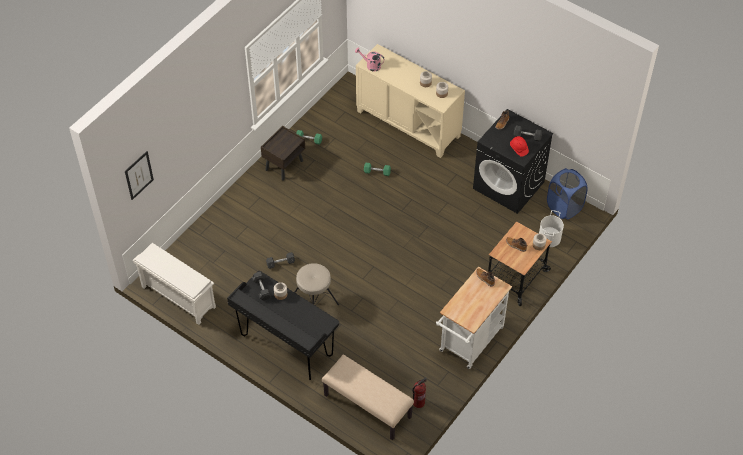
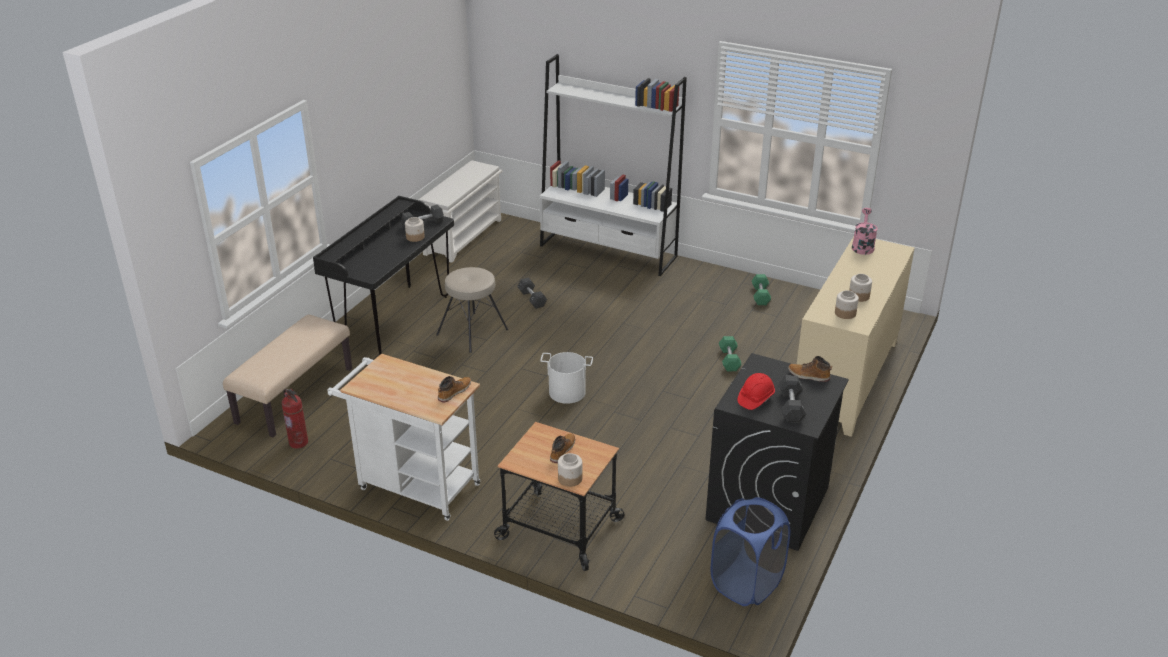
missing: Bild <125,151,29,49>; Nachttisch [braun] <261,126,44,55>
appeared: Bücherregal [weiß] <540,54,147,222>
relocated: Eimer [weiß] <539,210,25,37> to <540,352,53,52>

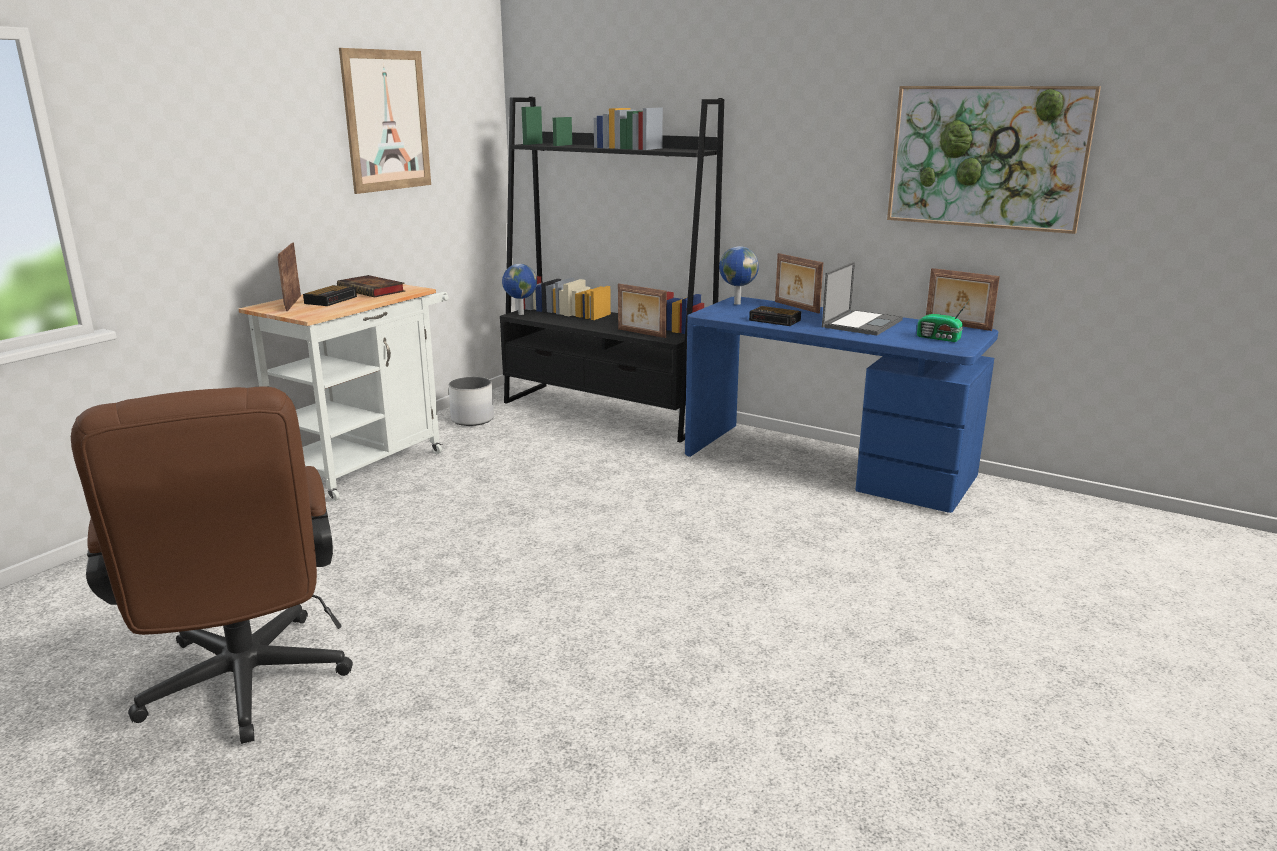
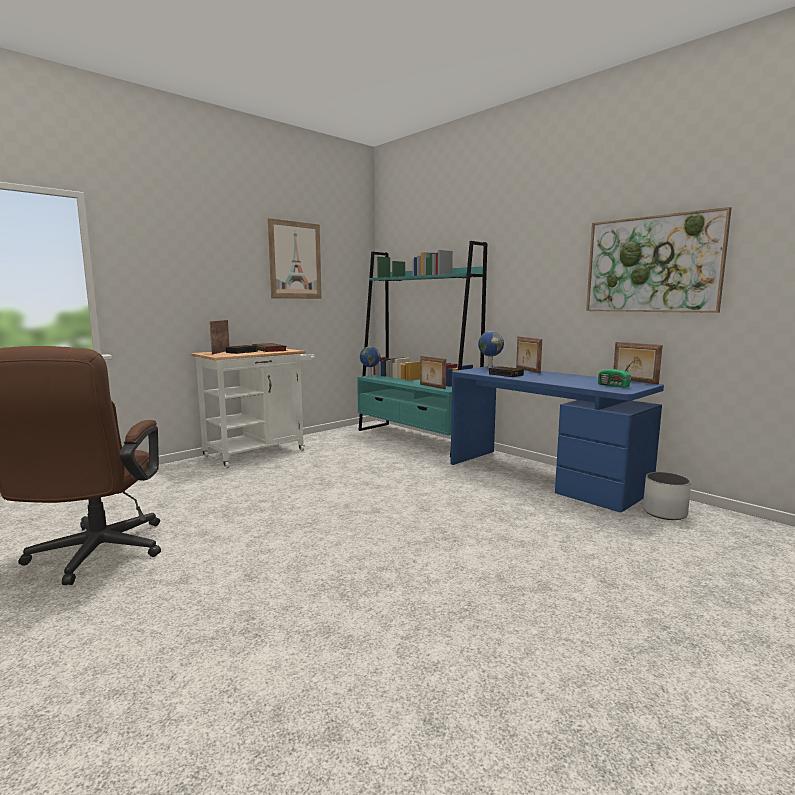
missing: Laptop <822,262,81,74>
relocated: Pflanzkübel [weiß] <449,377,45,49> to <643,472,48,48>
colour: Bücherregal [schwarz] <500,97,224,346> to Bücherregal [türkis] <357,241,130,216>

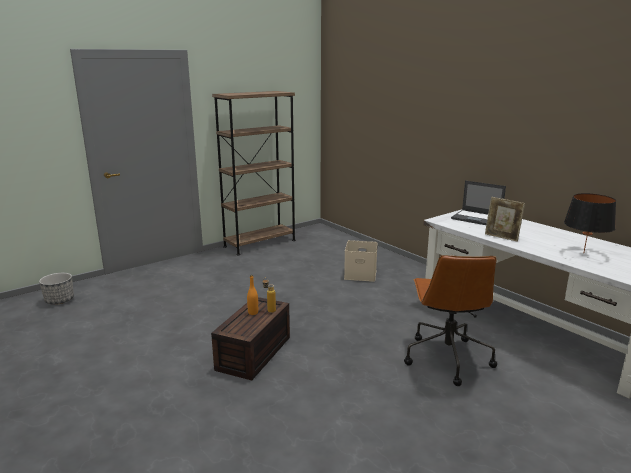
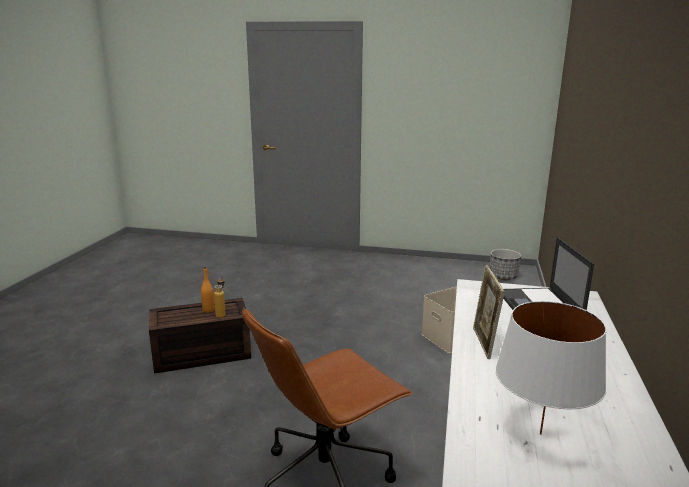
missing: Bücherregal [braun] <212,91,84,165>
relocated: Pflanzkübel <39,273,35,32> to <490,249,31,31>
colour: Tischlampe [schwarz] <564,193,52,61> to Tischlampe [weiß] <495,301,111,134>

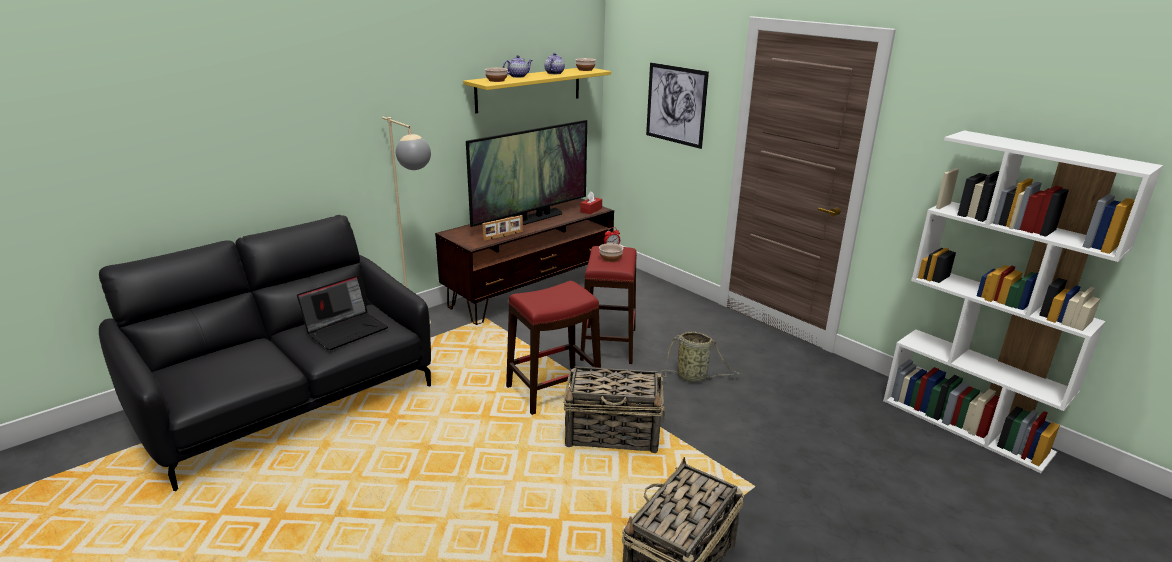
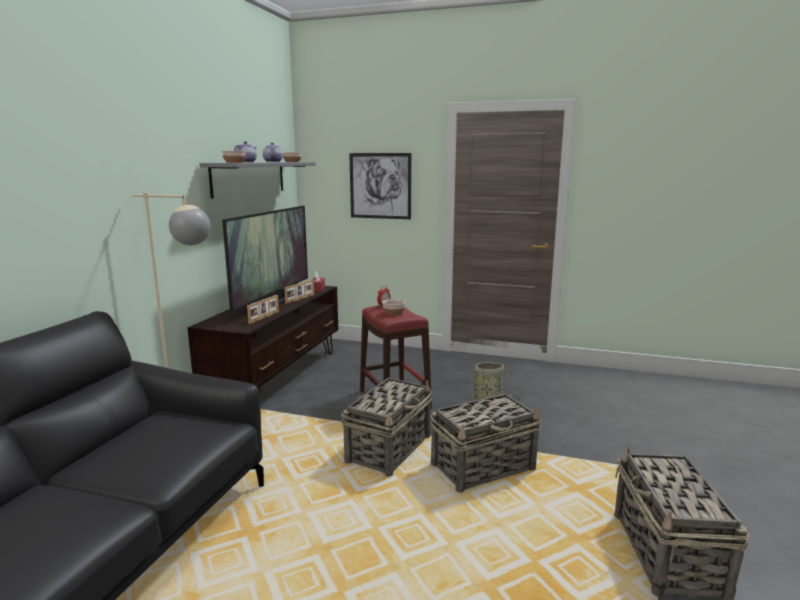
missing: Laptop <297,276,91,74>; Bücherregal [weiß] <883,130,280,343>
appeared: Bilderrahmen <284,280,30,24>
exchanged: Hocker [rot] <506,281,95,134> to Korb <341,378,91,99>
colour: Wandregal [gelb] <463,68,148,45> to Wandregal [grau] <199,162,117,37>

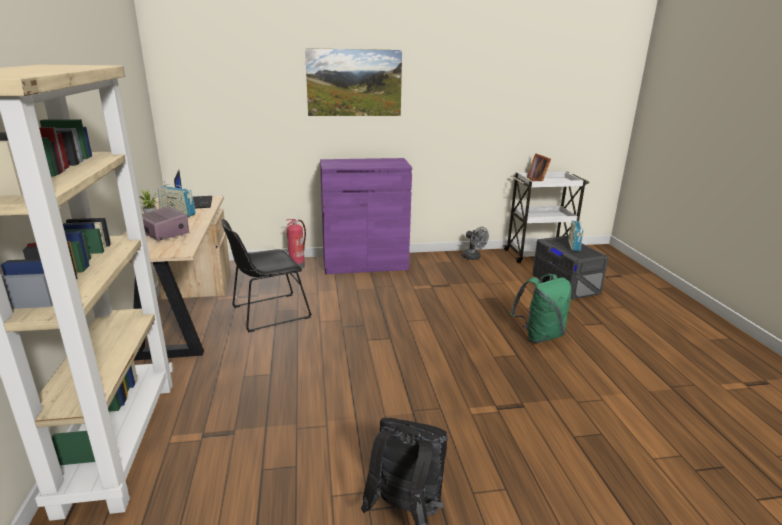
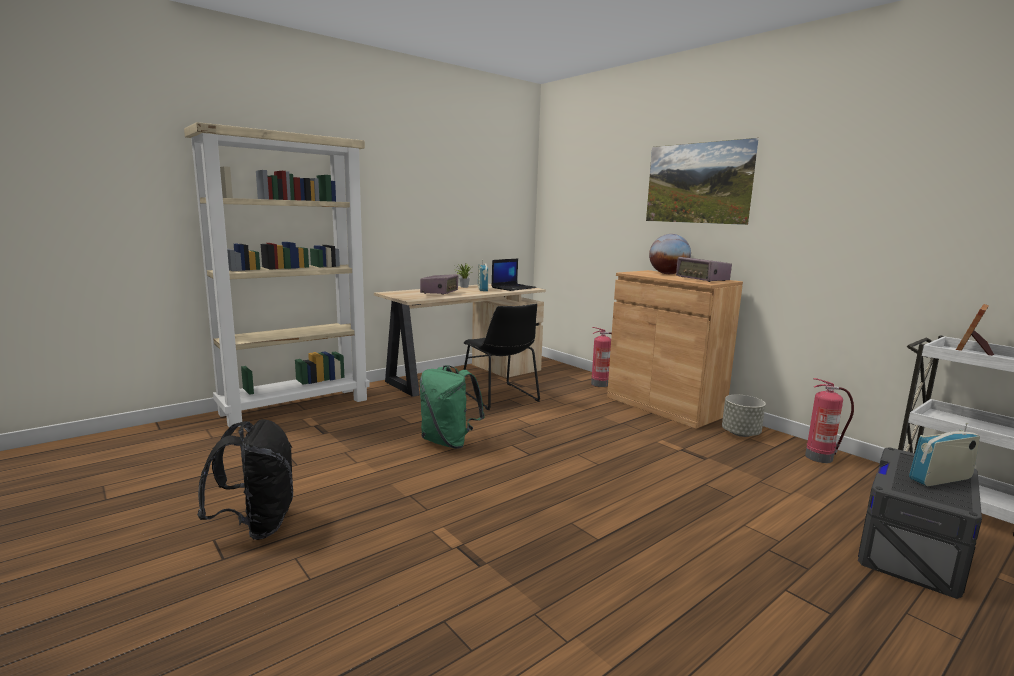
appeared: Globus <649,234,42,40>; Radio <676,257,56,25>; Pflanzkübel [grau] <722,395,44,42>
relocated: Rucksack [grün] <511,273,61,70> to <420,365,65,83>
exchanged: Ventilator [grau] <462,227,27,33> to Feuerlöscher <805,378,49,85>
colour: Schrank [lila] <320,158,92,116> to Schrank [braun] <607,270,136,159>
spun: Stuhl [schwarz] <222,219,89,114> = <463,303,77,107> 150 degrees counterclockwise

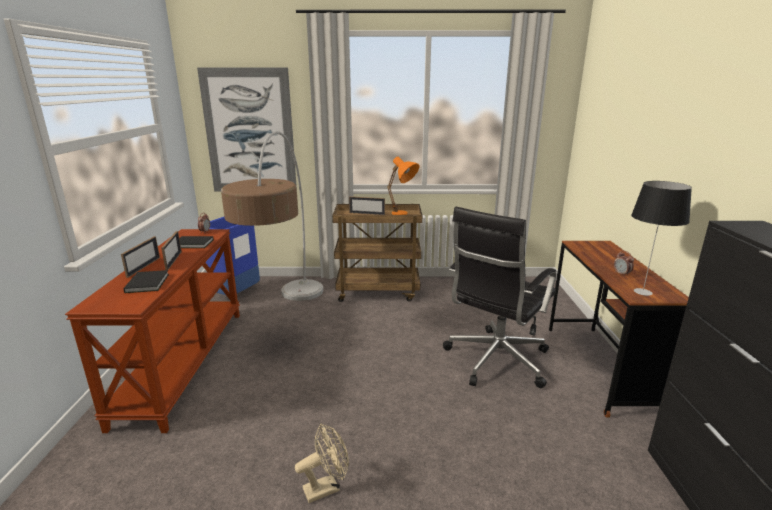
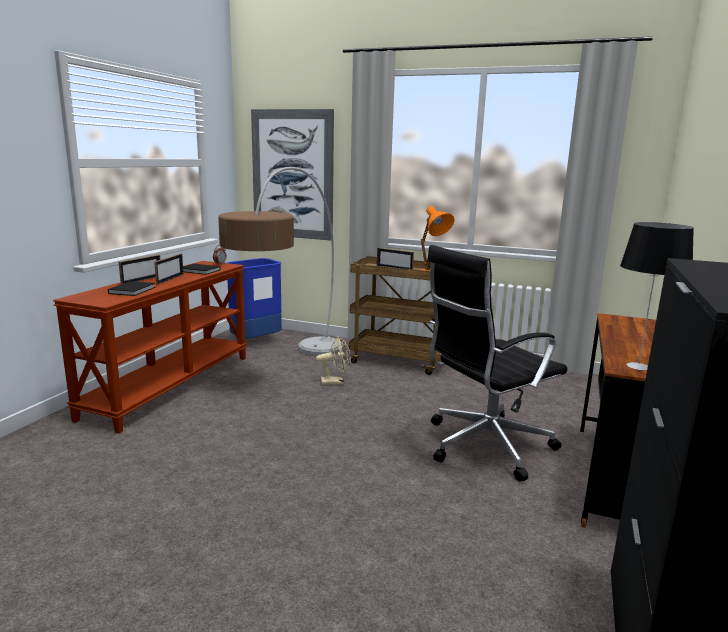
missing: Wecker <614,251,20,26>
relocated: Ventilator [beige] <295,424,54,79> to <316,336,35,49>

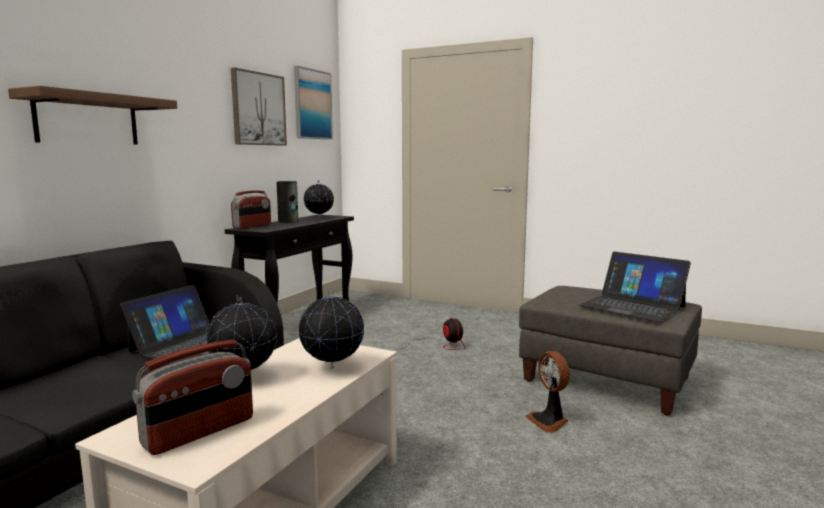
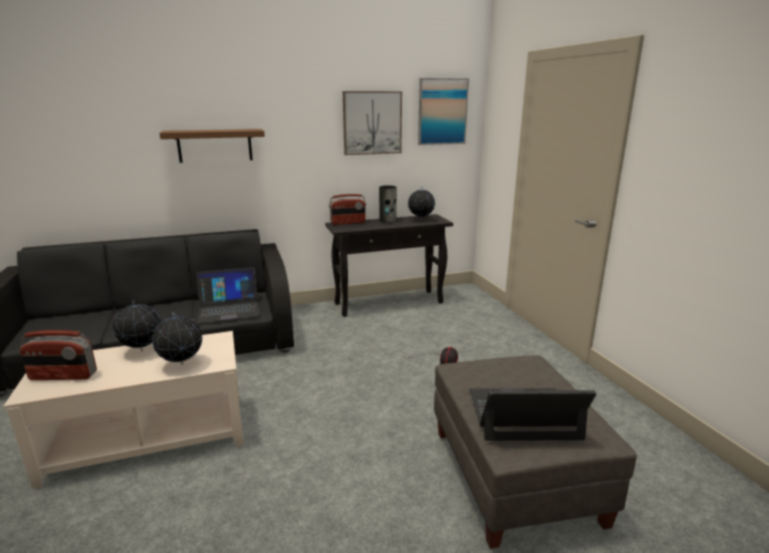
missing: Ventilator <525,351,45,82>
spun: Laptop <579,252,112,70> = <469,388,127,53> 90 degrees clockwise

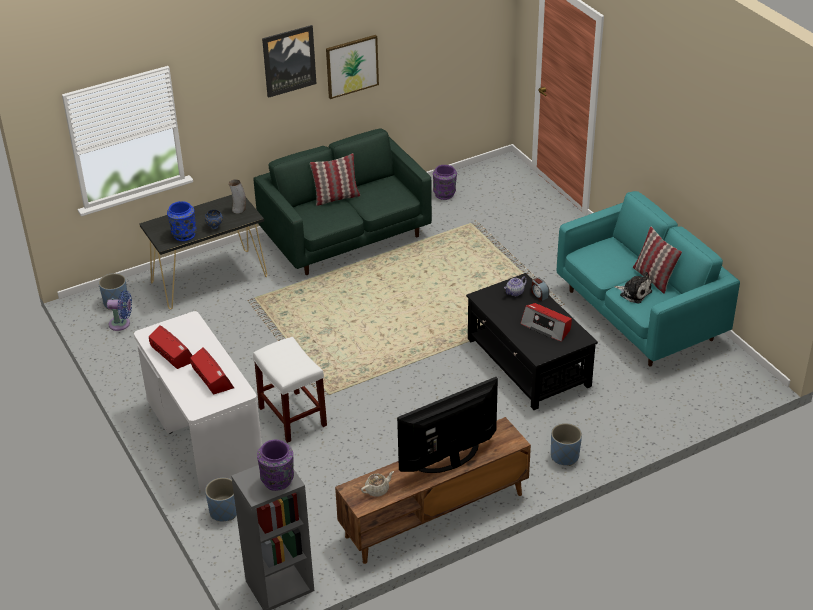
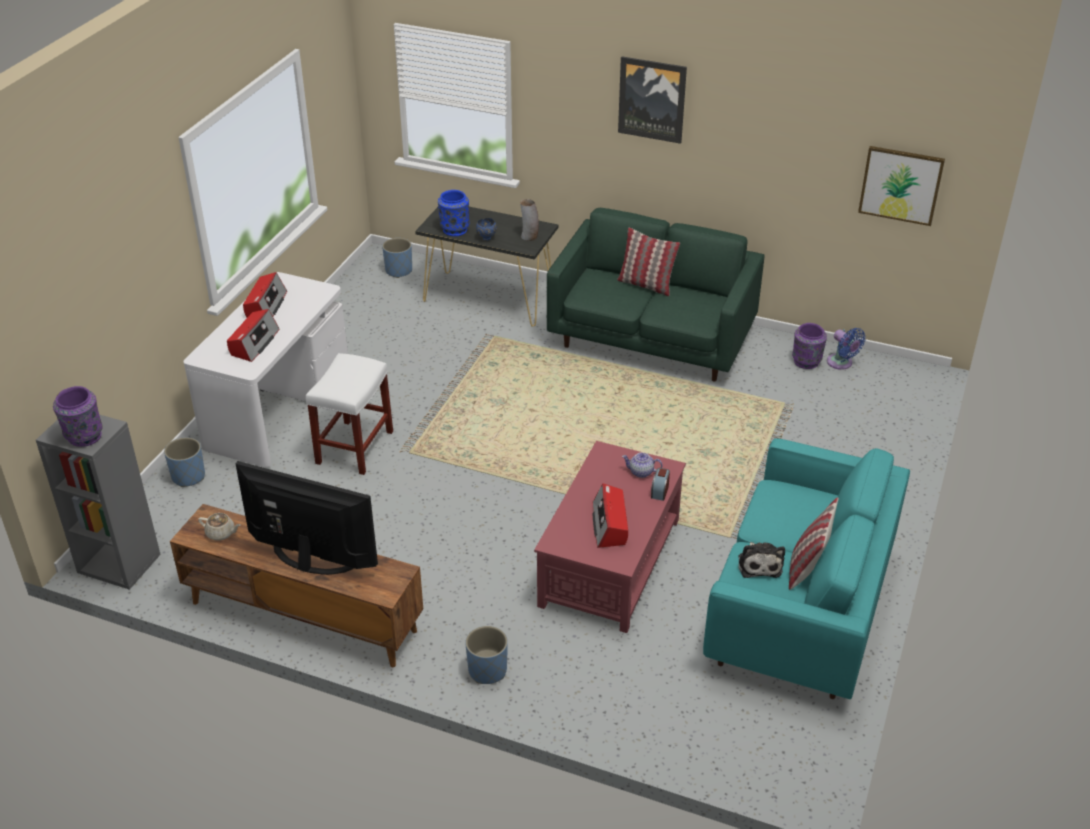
relocated: Ventilator [blau] <107,290,25,41> to <827,328,39,42>; Bild <326,35,53,64> to <858,146,87,80>
colour: Couchtisch [schwarz] <466,273,132,137> to Couchtisch [rot] <534,441,152,192>

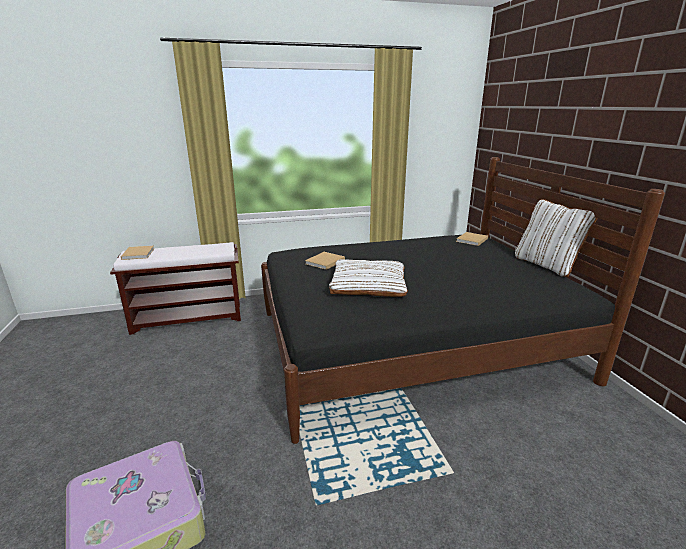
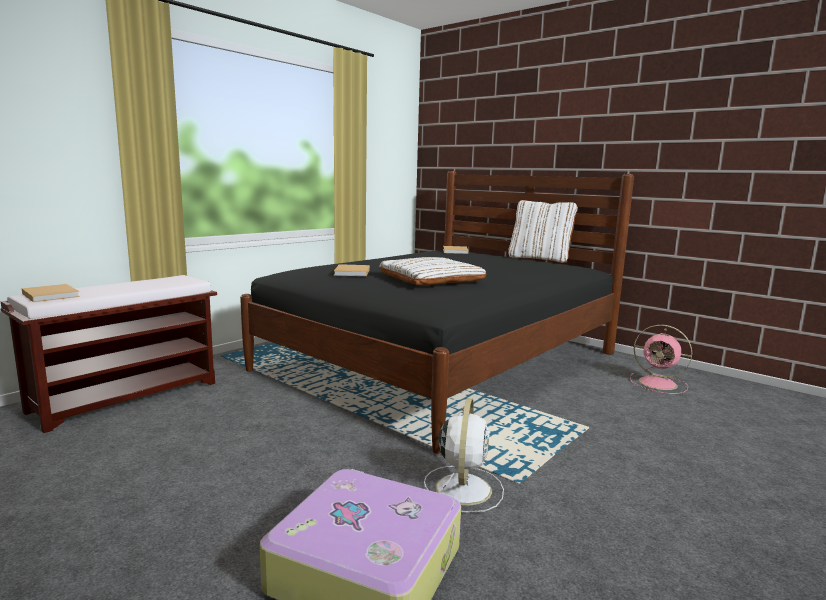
appeared: Ventilator [weiß] <424,398,80,115>; Ventilator [rosa] <630,325,62,69>

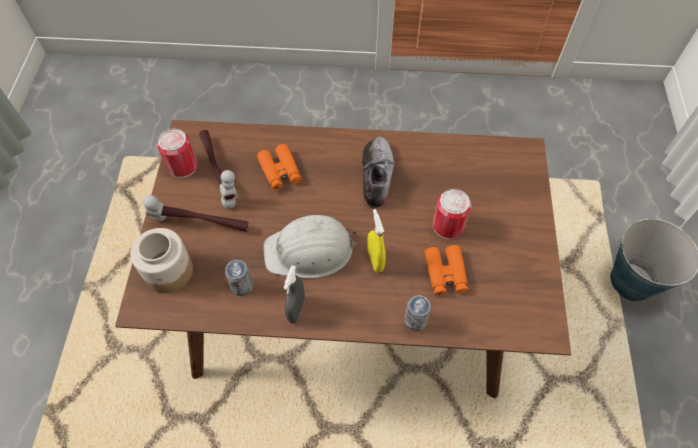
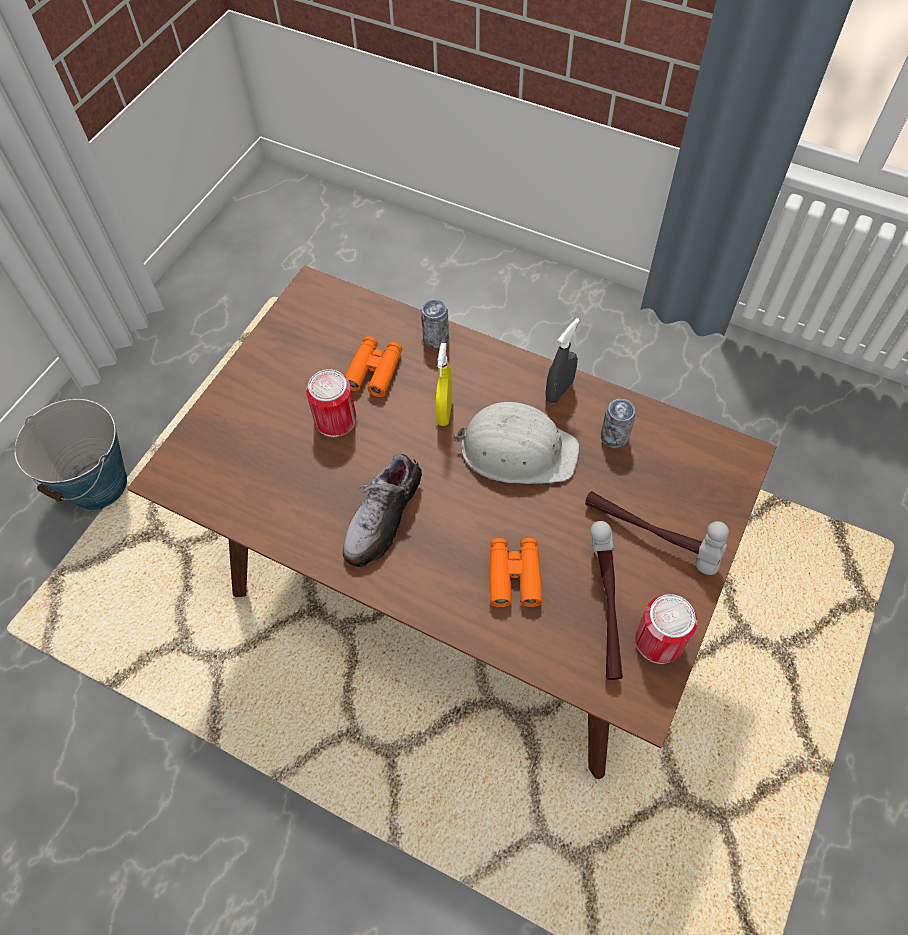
missing: Vorratsglas <130,228,63,65>

